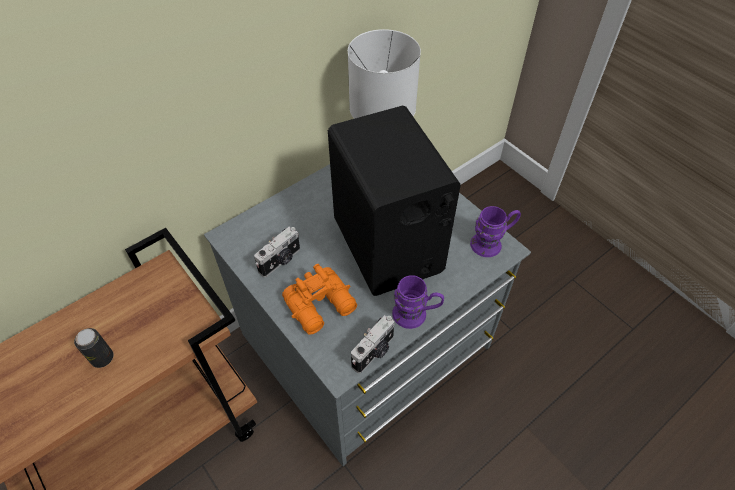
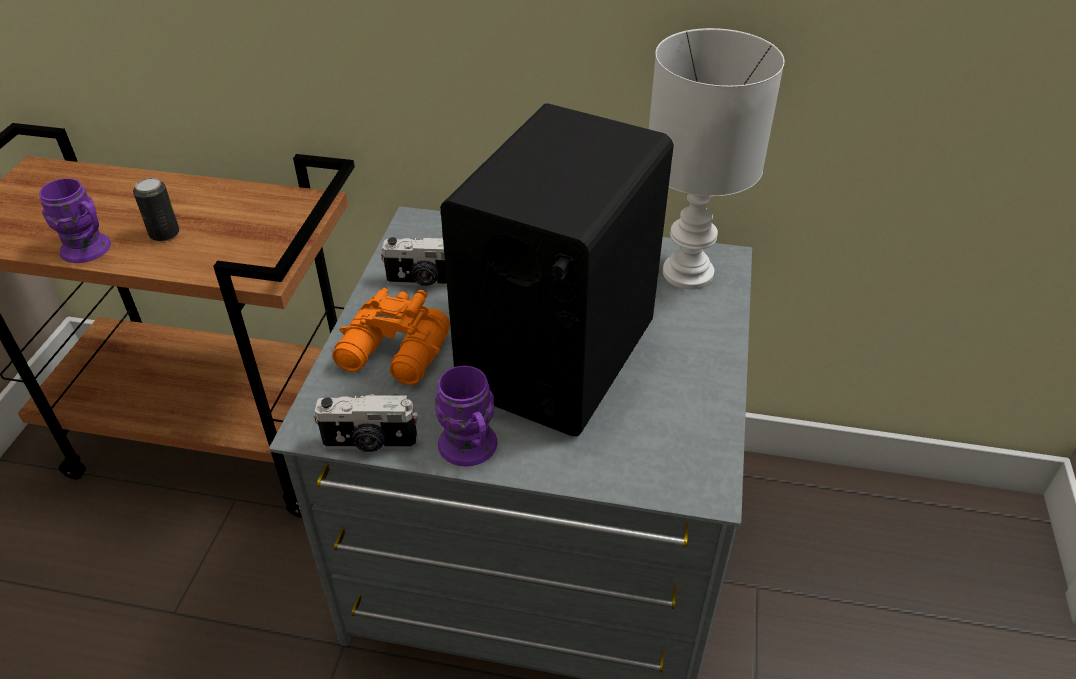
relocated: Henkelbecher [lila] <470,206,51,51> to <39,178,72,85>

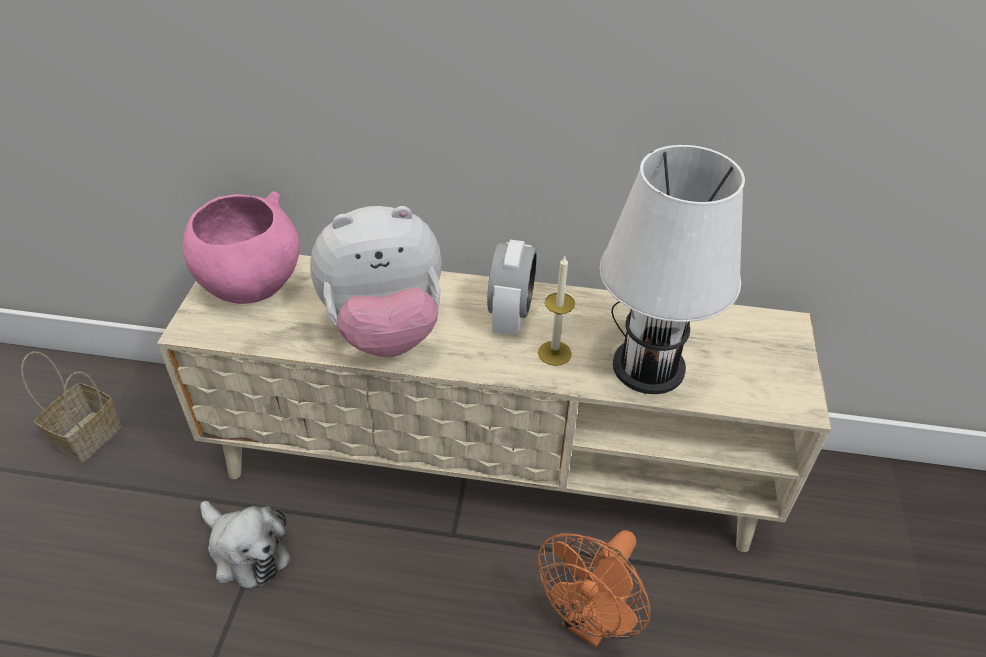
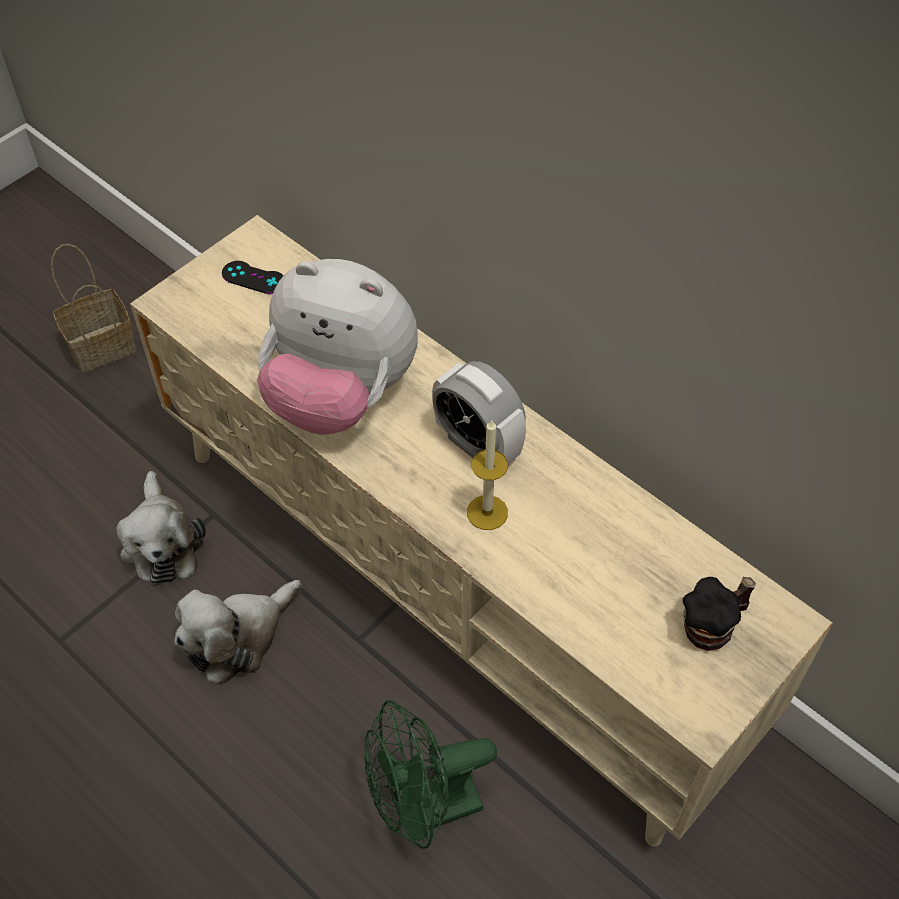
missing: Tischlampe [weiß] <599,145,146,249>
appeared: Plüschtier <174,580,128,105>; Henkelbecher <683,577,73,74>
exchanged: Schüssel [rosa] <183,192,116,112> to Gamepad [schwarz] <222,261,62,33>
colour: Ventilator [orange] <537,530,113,118> to Ventilator [grün] <364,701,133,148>
spun: Wecker <487,240,50,96> = <432,361,94,103> 90 degrees clockwise

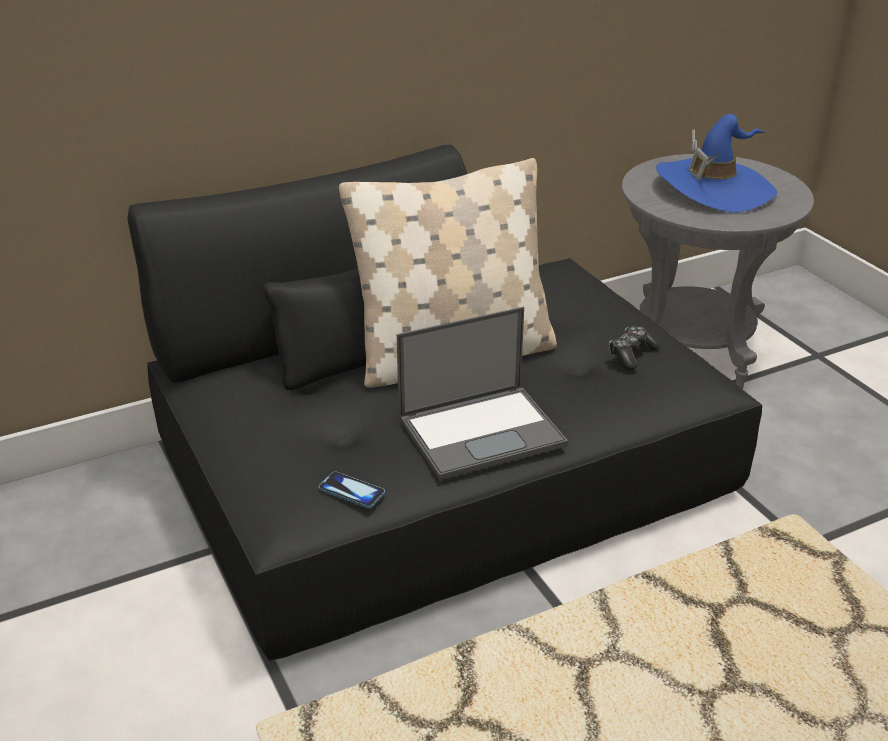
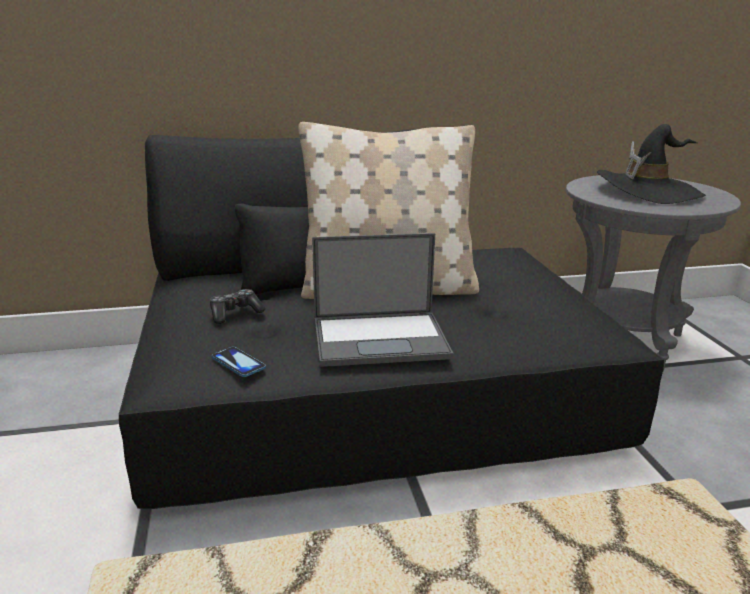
relocated: Gamepad <609,326,51,44> to <210,289,55,35>
colour: Hut [blau] <656,114,121,99> to Hut [schwarz] <597,124,109,80>

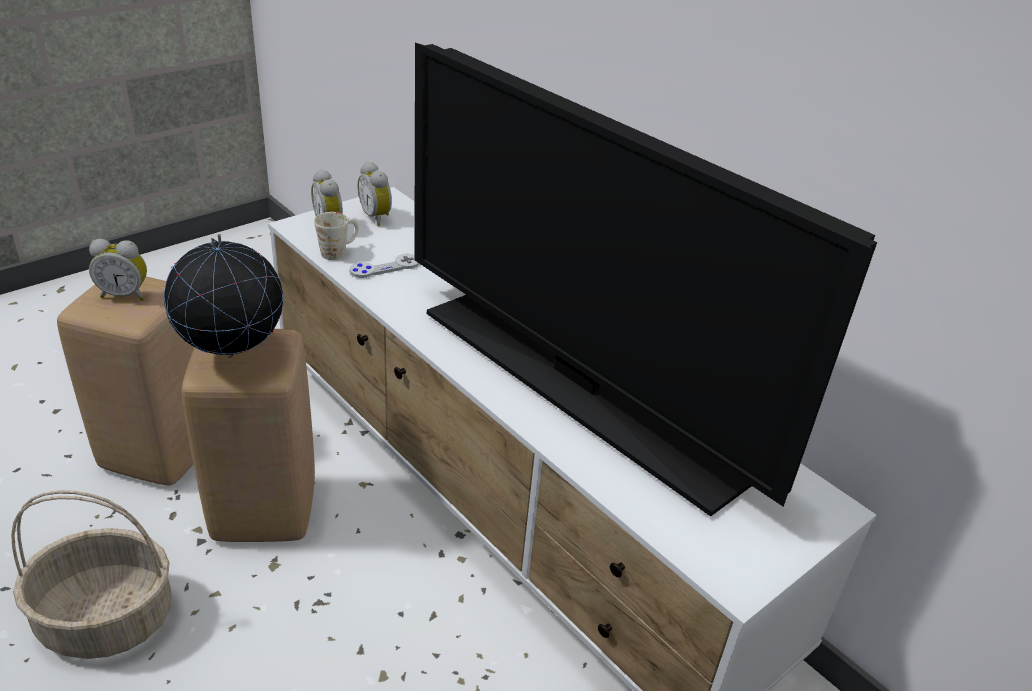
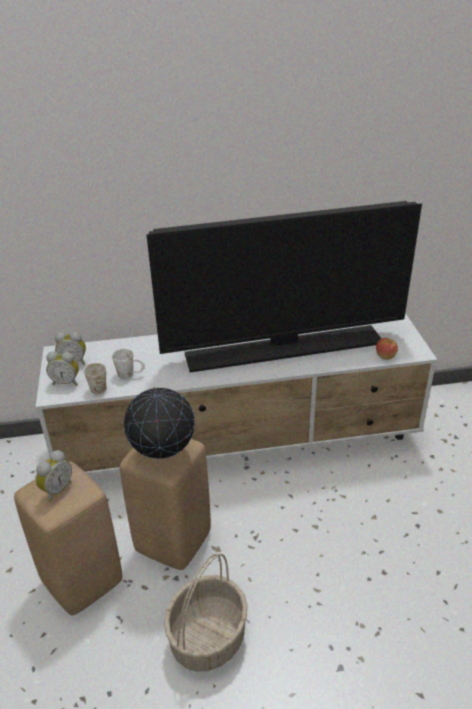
appeared: Apfel <376,338,22,22>
exchanged: Gamepad [grau] <350,254,69,24> to Henkelbecher [weiß] <112,348,33,31>

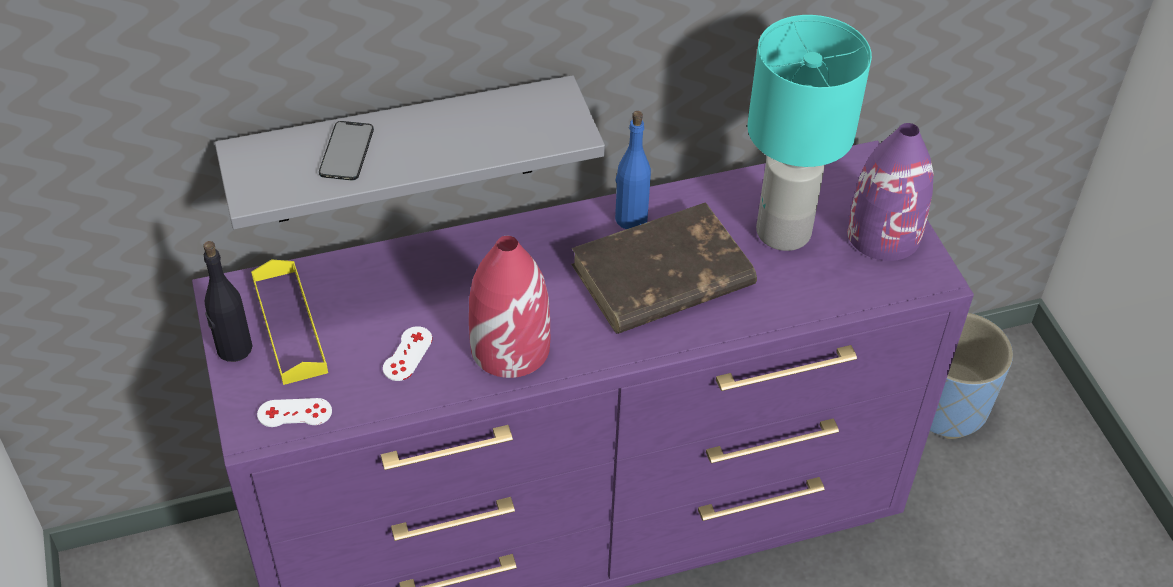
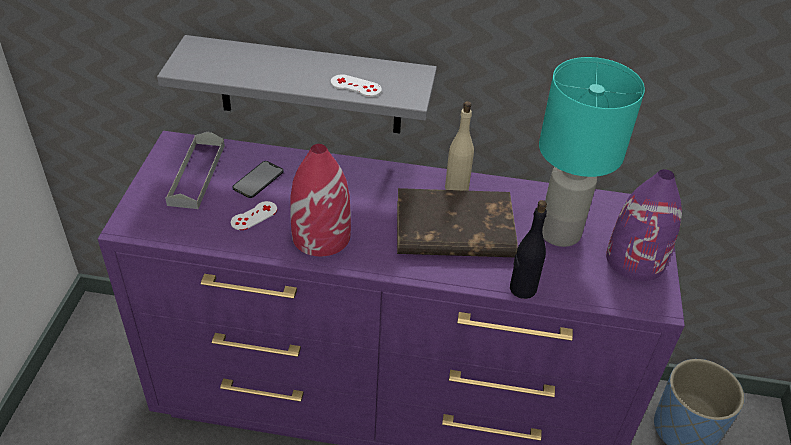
relocated: Handy <319,121,55,59> to <232,161,52,37>; Gamepad [weiß] <257,398,75,29> to <331,75,51,22>; Flasche [schwarz] <203,241,49,121> to <510,200,37,99>
colour: Tablett [gelb] <251,259,77,126> to Tablett [grau] <165,131,60,78>; Flasche [blau] <615,111,36,118> to Flasche [beige] <445,101,29,90>

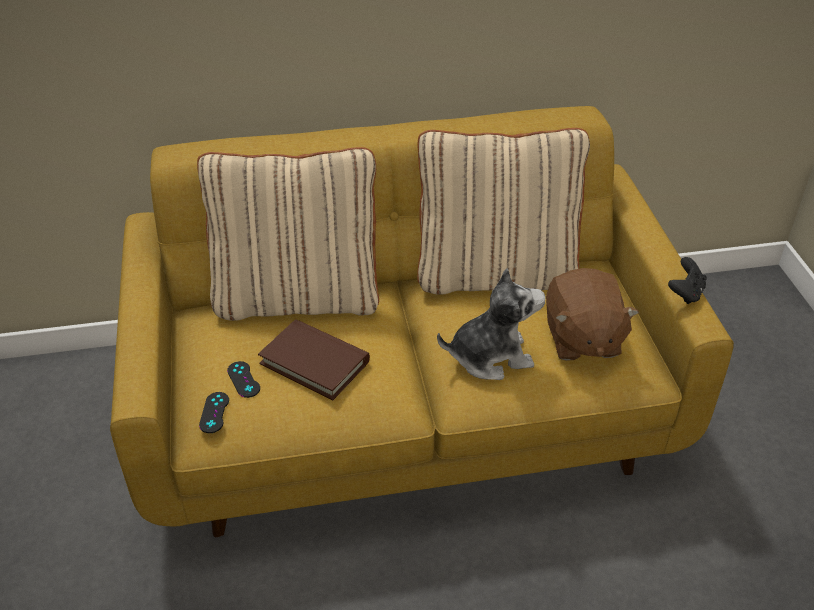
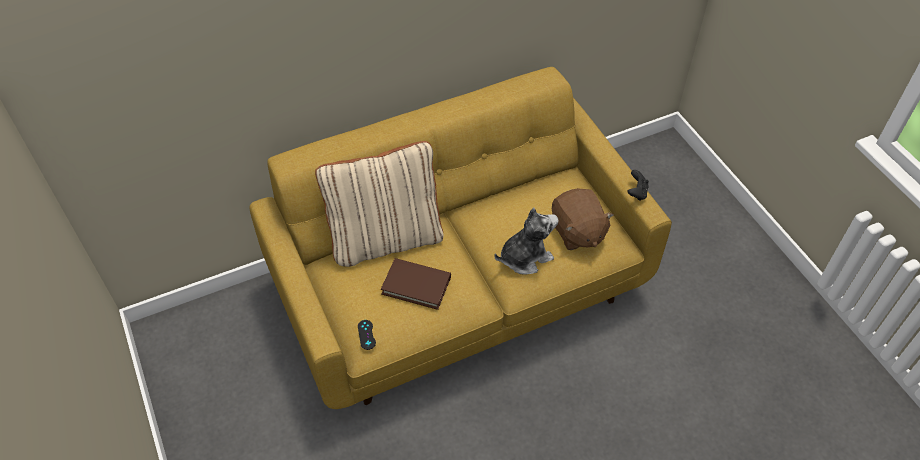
missing: Gamepad [schwarz] <227,361,33,37>; Kissen [beige] <417,128,173,166>

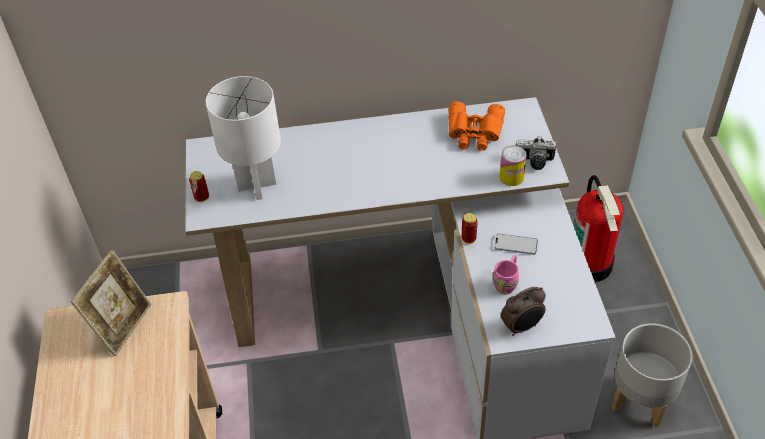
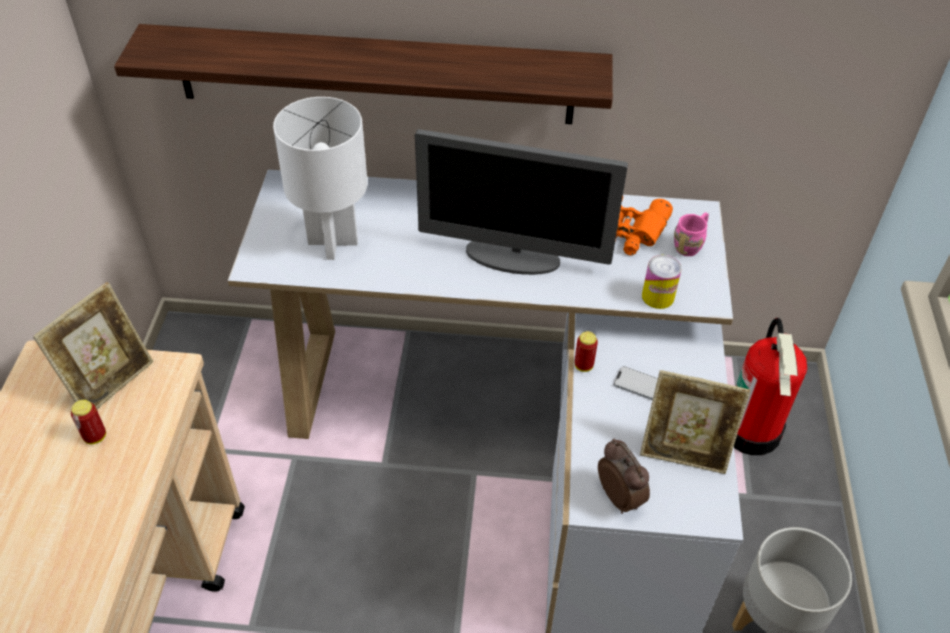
missing: Kamera <516,136,40,34>
appeared: Wandregal <114,24,499,100>; Monitor <415,129,213,146>; Bilderrahmen <640,370,110,104>
relocated: Dose <189,171,20,31> to <71,400,35,44>; Henkelbecher [rosa] <493,255,26,39> to <674,213,35,43>
spun: Wecker <501,287,45,49> = <598,439,52,75> 105 degrees counterclockwise

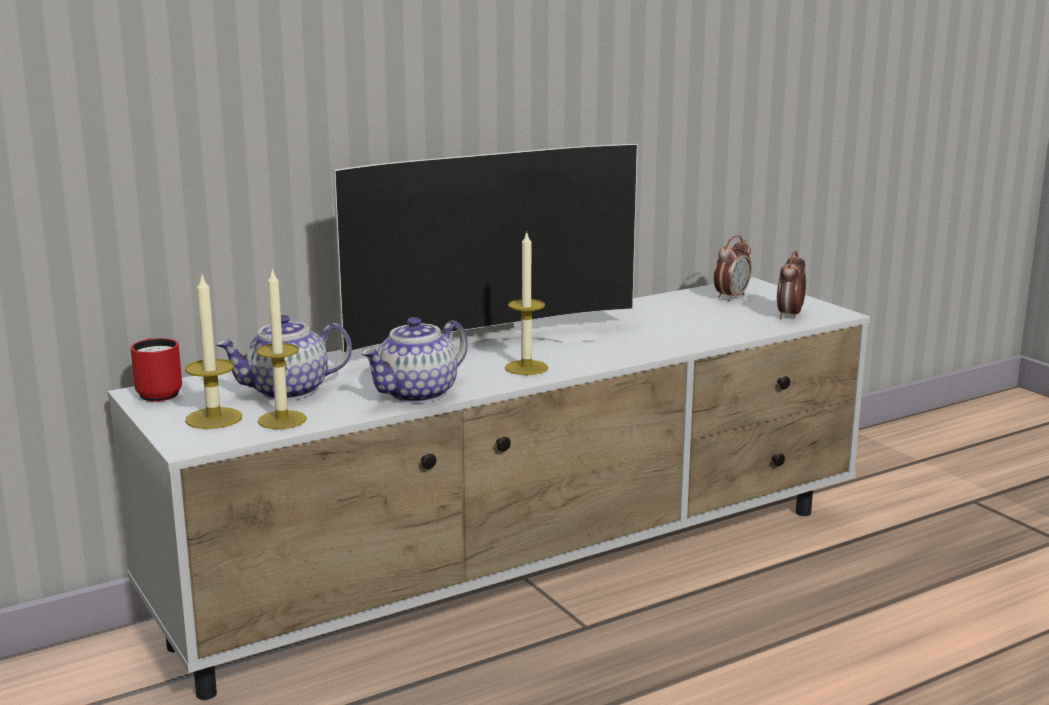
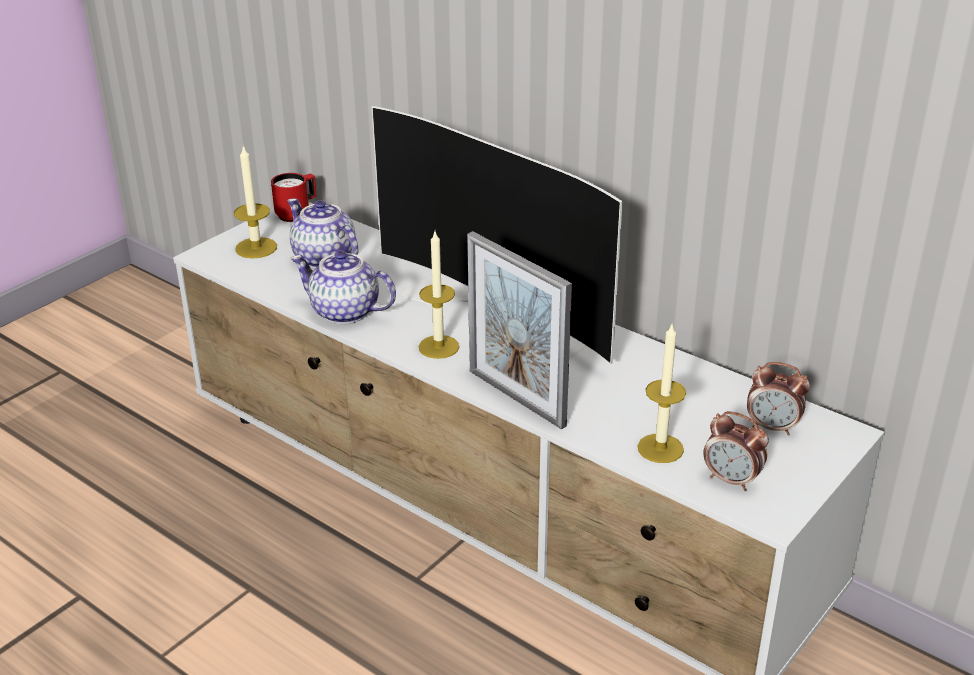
appeared: Bilderrahmen <467,231,105,199>
relocated: Kerze <256,268,51,161> to <638,325,48,138>
spun: Wecker <777,250,29,69> = <703,411,66,80> 150 degrees counterclockwise

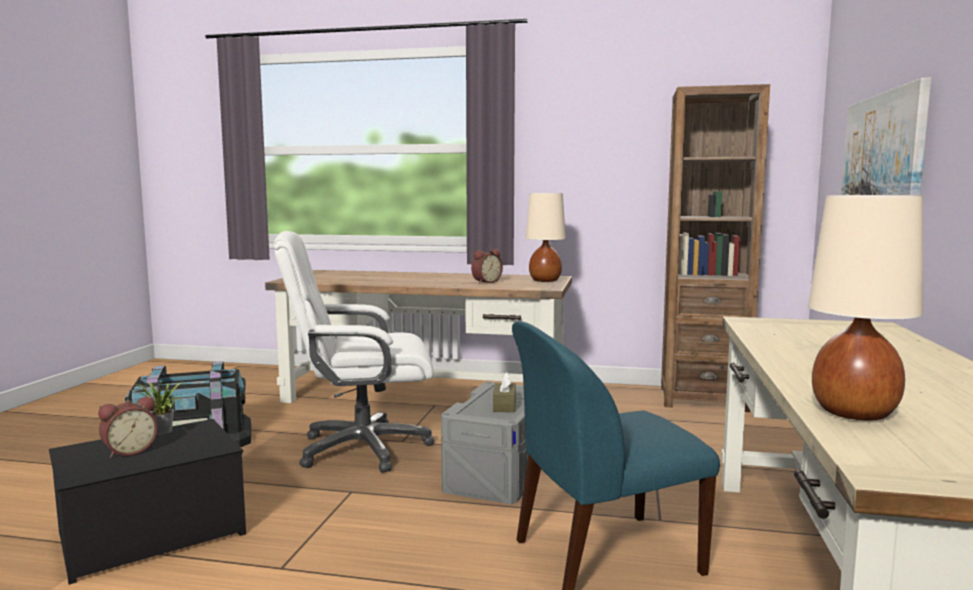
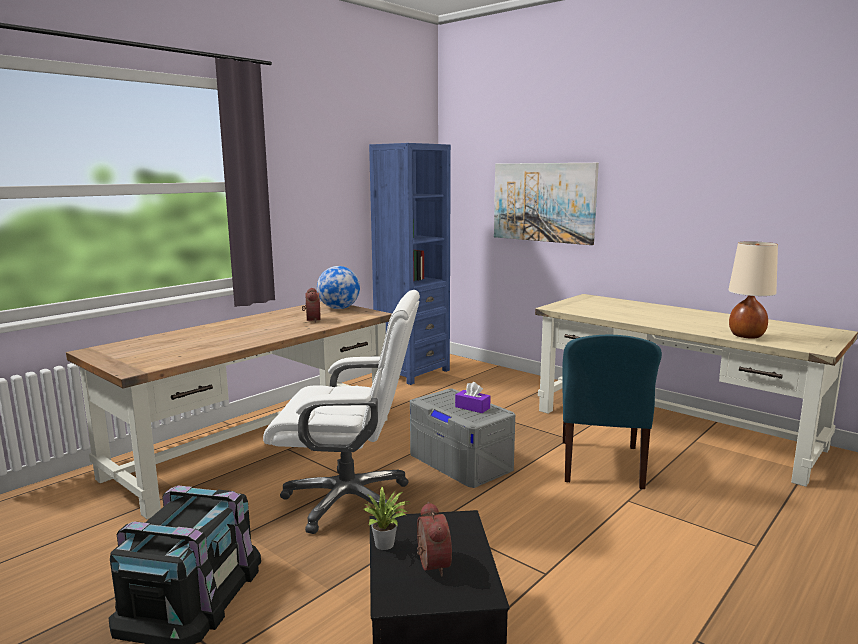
exchanged: Tischlampe [beige] <526,193,40,89> to Globus <317,266,43,43>
colour: Bücherregal [braun] <661,84,109,328> to Bücherregal [blau] <369,143,82,242>; Taschentuchbox [braun] <493,372,23,40> to Taschentuchbox [lila] <455,382,36,31>
spun: Bürostuhl [weiß] <274,231,160,242> = <263,290,157,244> 105 degrees counterclockwise

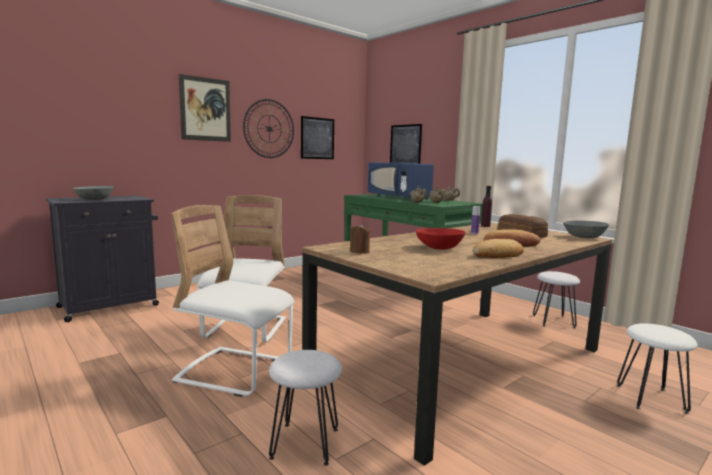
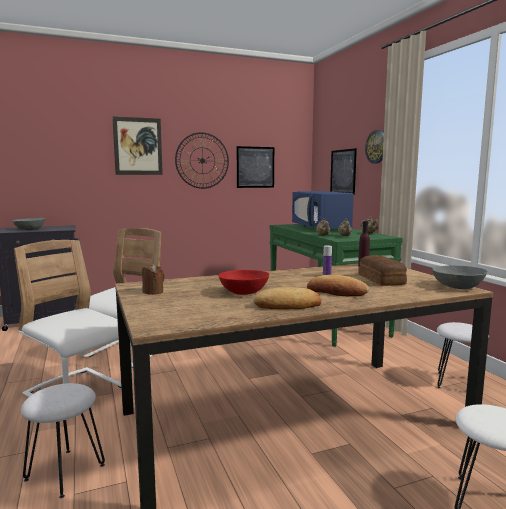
appeared: Wanduhr <365,130,19,34>

